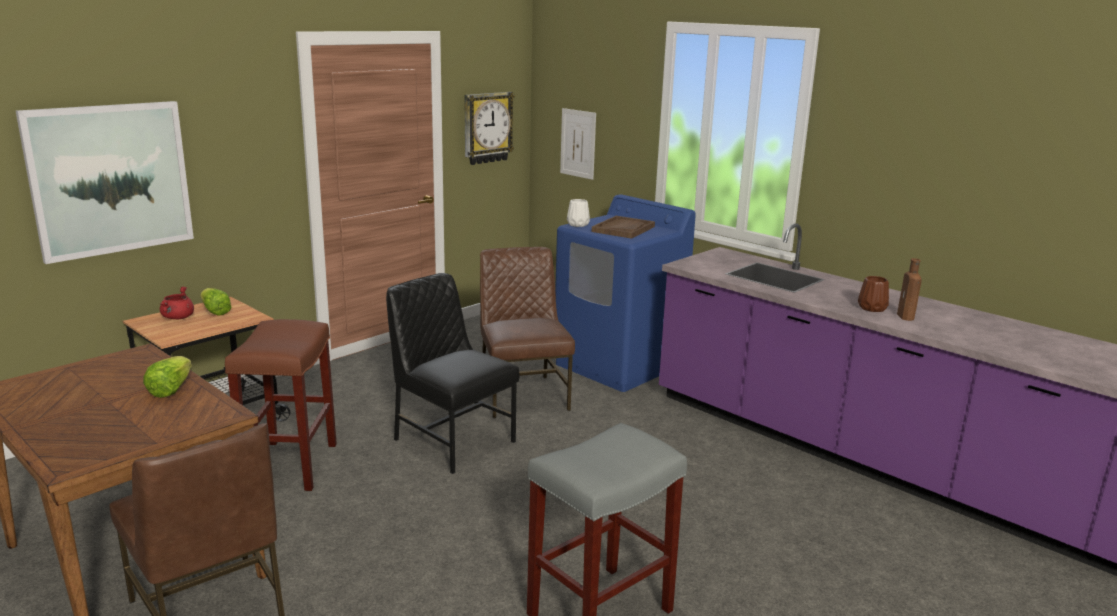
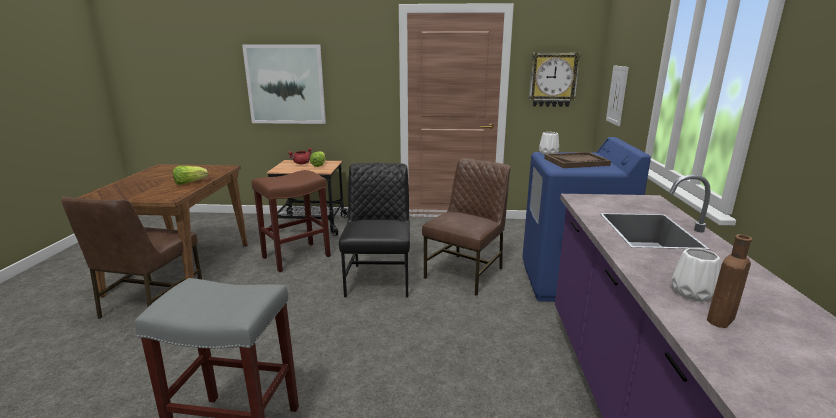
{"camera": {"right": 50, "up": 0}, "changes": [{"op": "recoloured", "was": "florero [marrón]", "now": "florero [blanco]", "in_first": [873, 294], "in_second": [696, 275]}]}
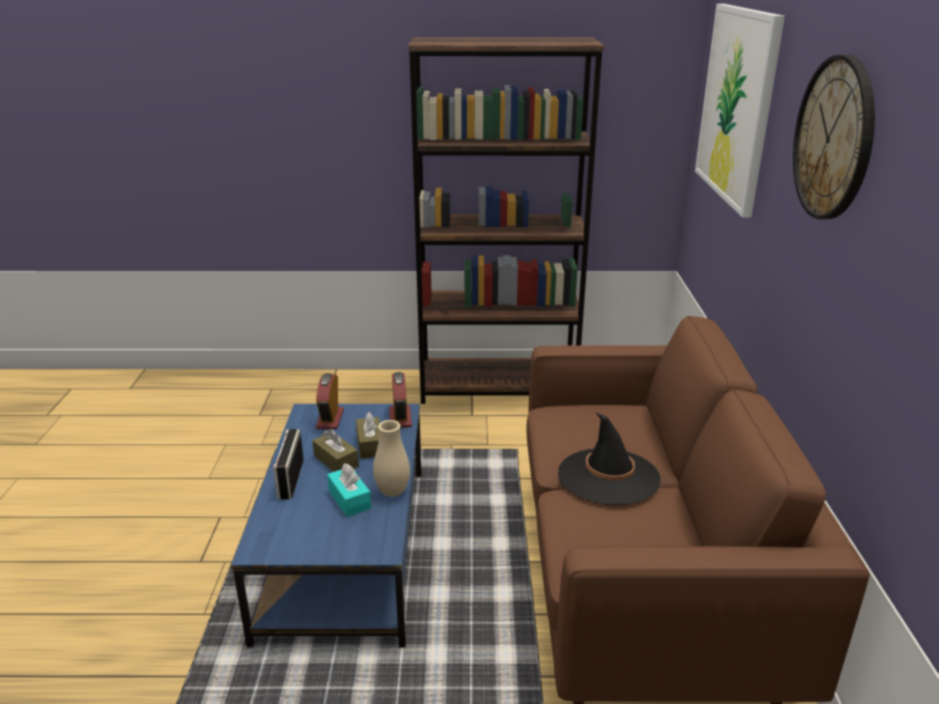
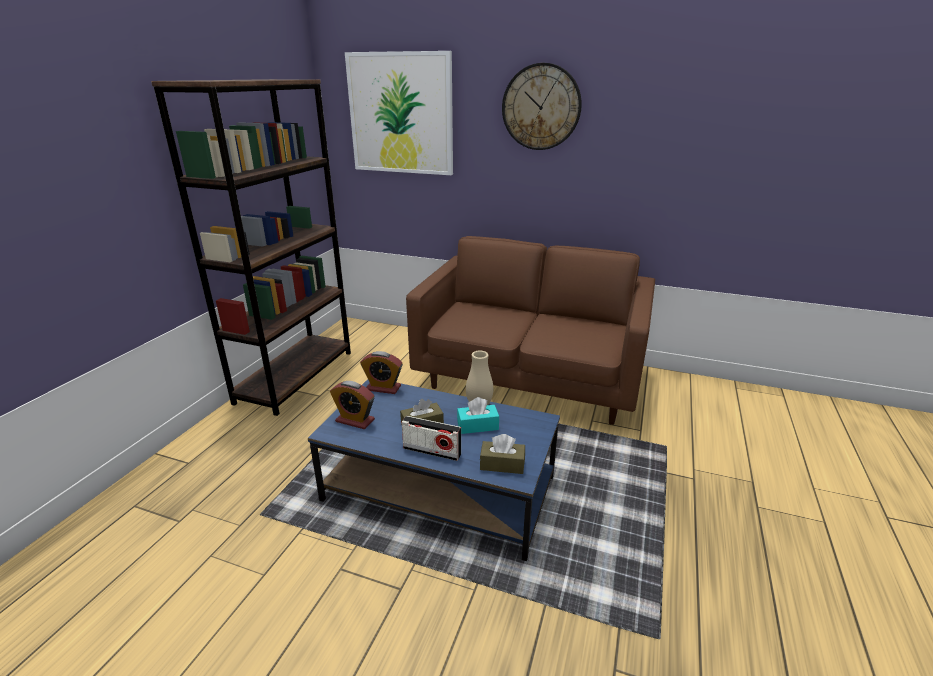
{"camera": {"right": -70, "up": 0}, "changes": [{"op": "moved", "was": "caja de pañuelos [marrón]", "in_first": [368, 435], "in_second": [502, 454]}, {"op": "removed", "was": "sombrero [negro]", "in_first": [609, 458]}]}
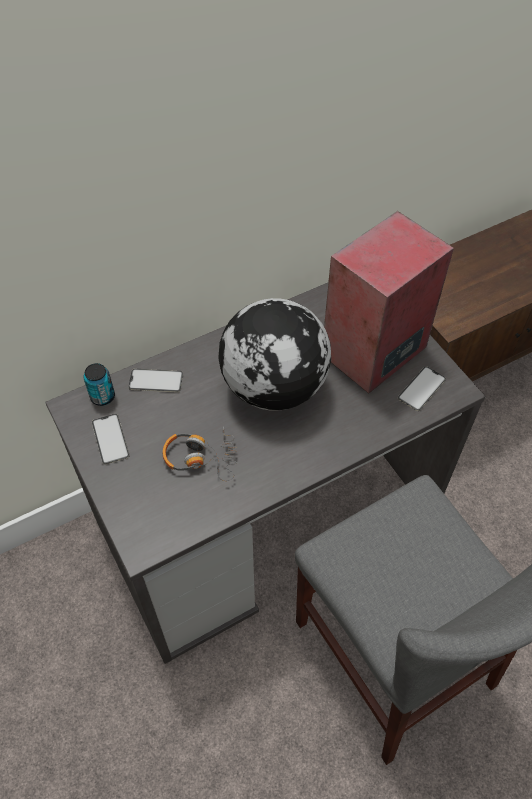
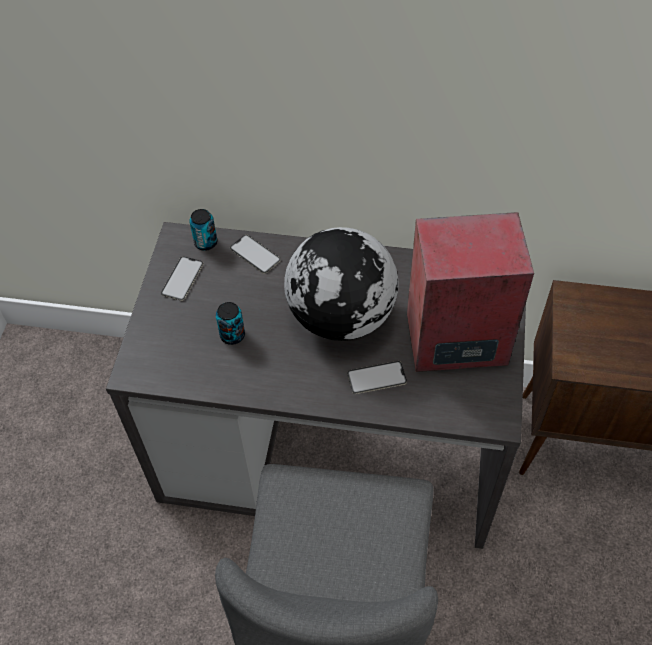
{"camera": {"right": 40, "up": 0}, "changes": [{"op": "replaced", "was": "auriculares", "now": "lata", "in_first": [200, 454], "in_second": [230, 323]}, {"op": "moved", "was": "móvil", "in_first": [422, 388], "in_second": [377, 377]}]}
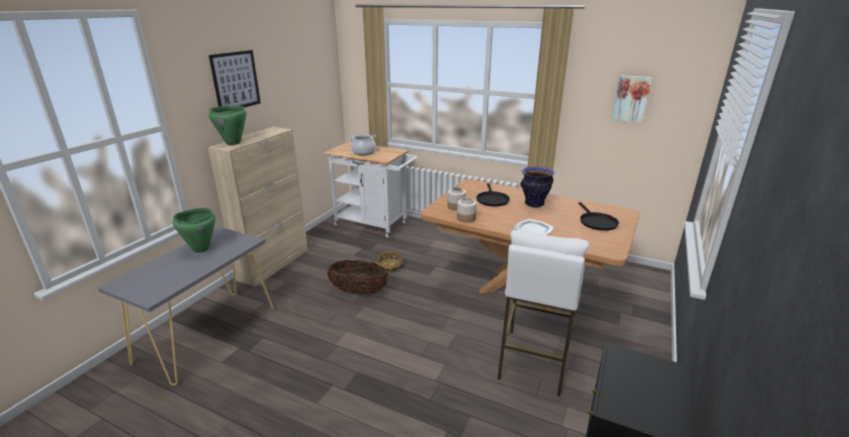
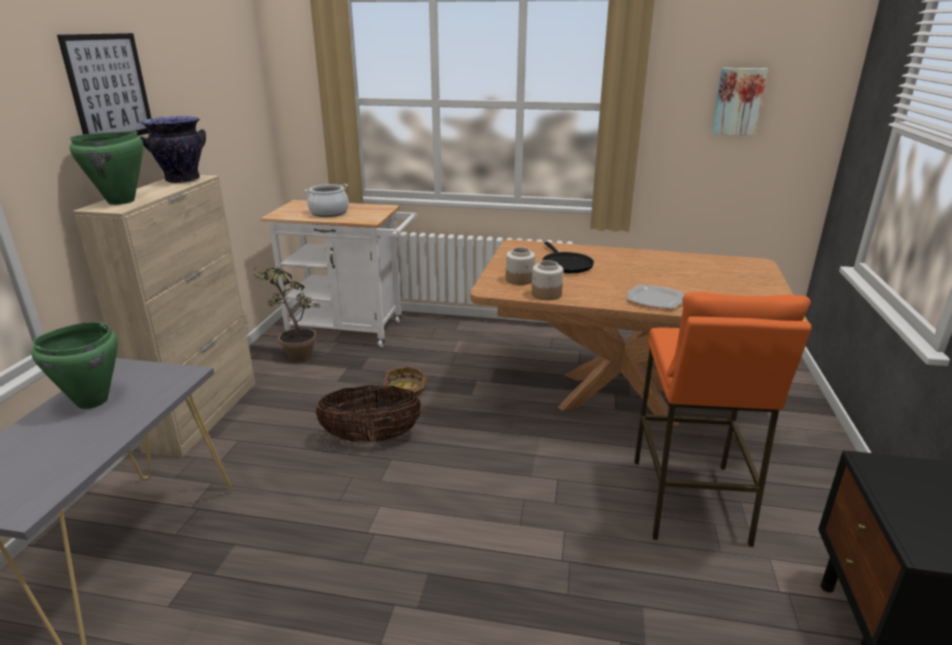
{"camera": {"right": -15, "up": 0}, "changes": [{"op": "recoloured", "was": "taburete [blanco]", "now": "taburete [naranja]", "in_first": [543, 313], "in_second": [722, 419]}, {"op": "moved", "was": "florero", "in_first": [537, 187], "in_second": [173, 149]}, {"op": "removed", "was": "sartén [negro]", "in_first": [598, 216]}, {"op": "added", "now": "planta en maceta", "in_second": [287, 313]}]}
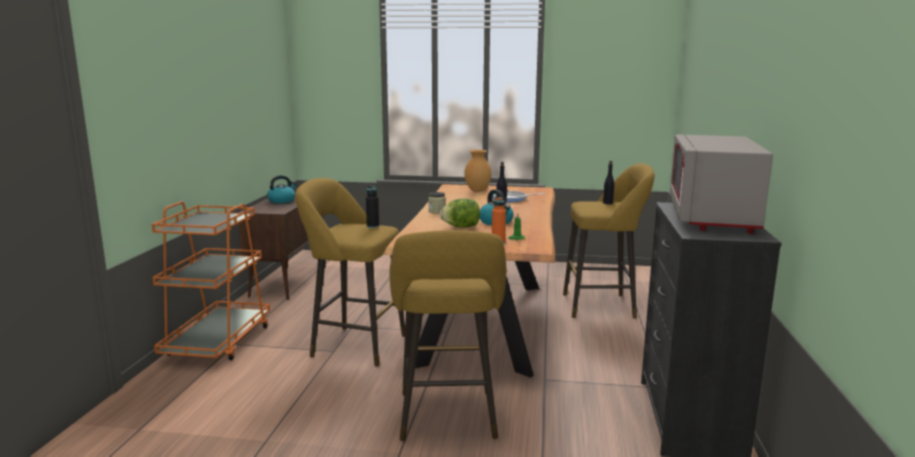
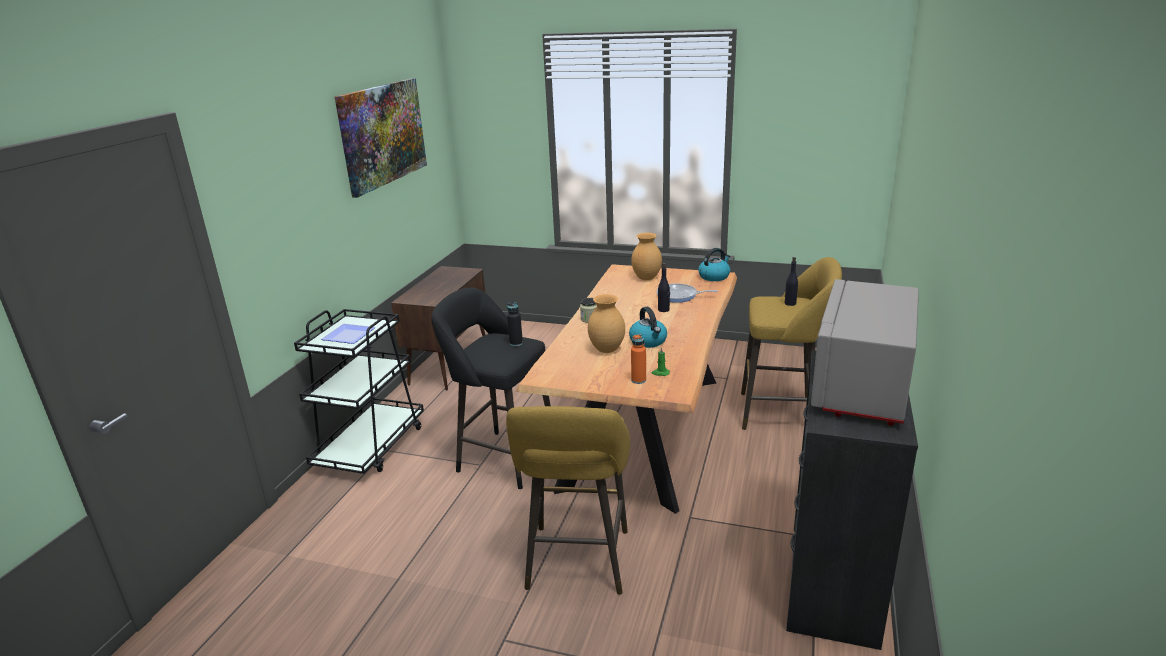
{"camera": {"right": 10, "up": 10}, "changes": [{"op": "recoloured", "was": "carrito [naranja]", "now": "carrito [negro]", "in_first": [211, 280], "in_second": [359, 391]}, {"op": "moved", "was": "hervidor", "in_first": [282, 189], "in_second": [714, 264]}, {"op": "recoloured", "was": "taburete [amarillo]", "now": "taburete [negro]", "in_first": [350, 272], "in_second": [491, 388]}, {"op": "replaced", "was": "lechuga", "now": "florero [marrón]", "in_first": [460, 213], "in_second": [606, 323]}, {"op": "added", "now": "plato", "in_second": [348, 334]}, {"op": "added", "now": "cuadro", "in_second": [381, 138]}]}
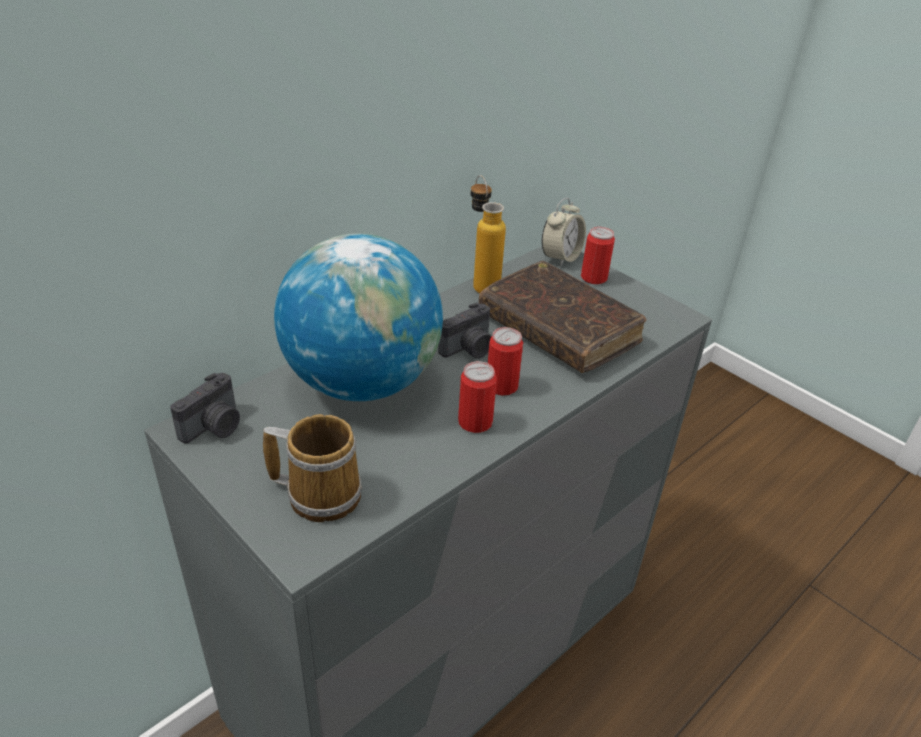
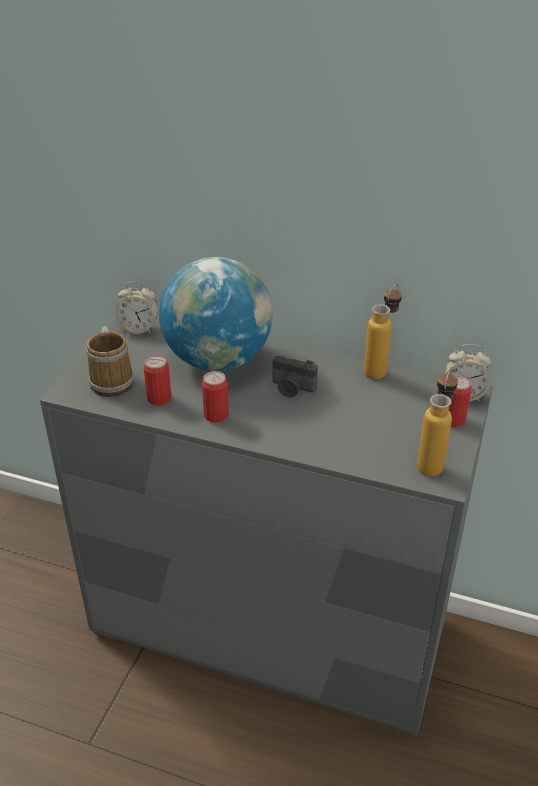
{"camera": {"right": 65, "up": 0}, "changes": [{"op": "replaced", "was": "cámara", "now": "despertador", "in_first": [205, 408], "in_second": [136, 307]}, {"op": "removed", "was": "libro [marrón]", "in_first": [563, 317]}, {"op": "moved", "was": "lata", "in_first": [505, 361], "in_second": [158, 380]}, {"op": "added", "now": "botella", "in_second": [437, 422]}]}
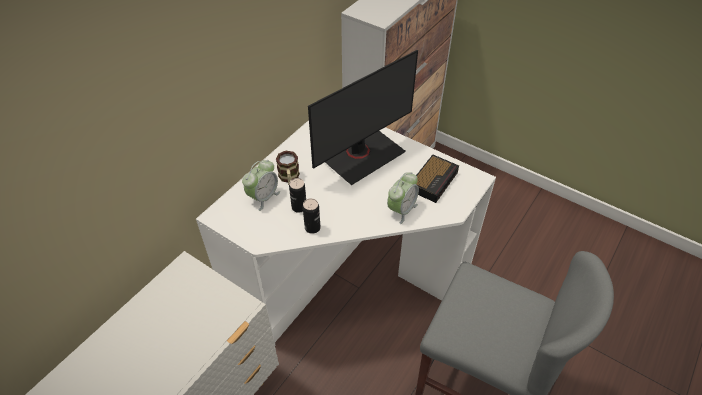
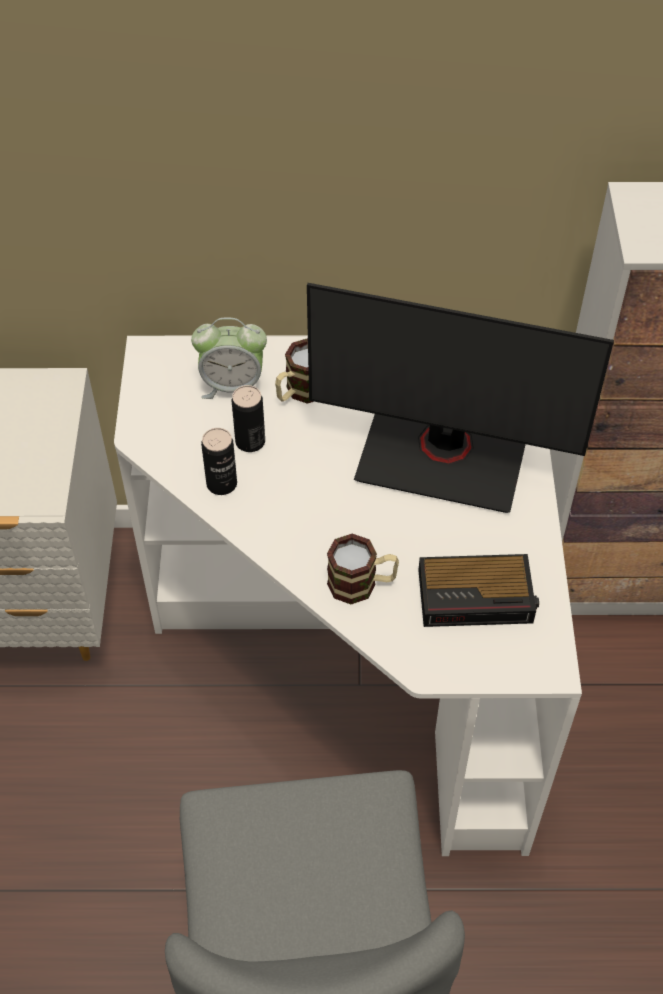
{"camera": {"right": 55, "up": 5}, "changes": [{"op": "replaced", "was": "despertador", "now": "taza grande", "in_first": [403, 198], "in_second": [363, 569]}]}
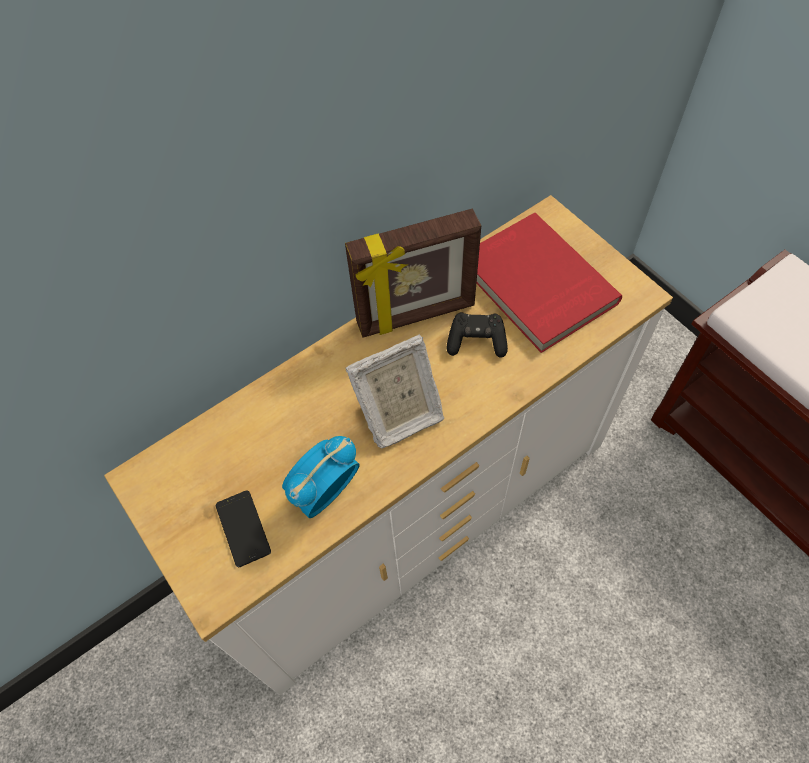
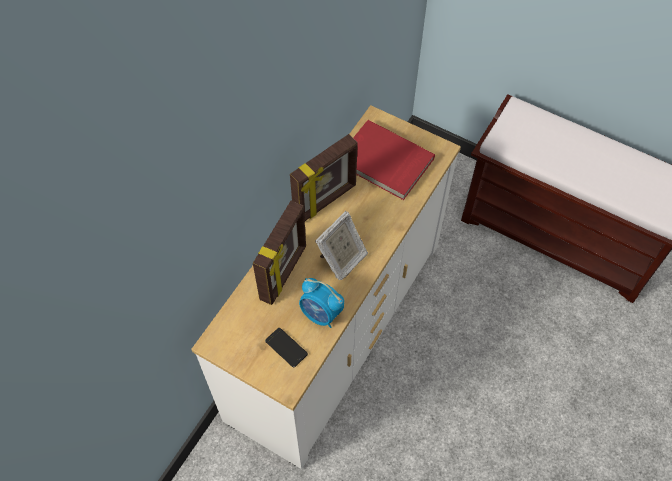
{"camera": {"right": -25, "up": 0}, "changes": [{"op": "turned", "was": "despertador", "in_first": [321, 477], "in_second": [321, 303], "clockwise": -75}, {"op": "removed", "was": "mando de consola [negro]", "in_first": [477, 335]}, {"op": "added", "now": "portarretratos", "in_second": [279, 253]}]}
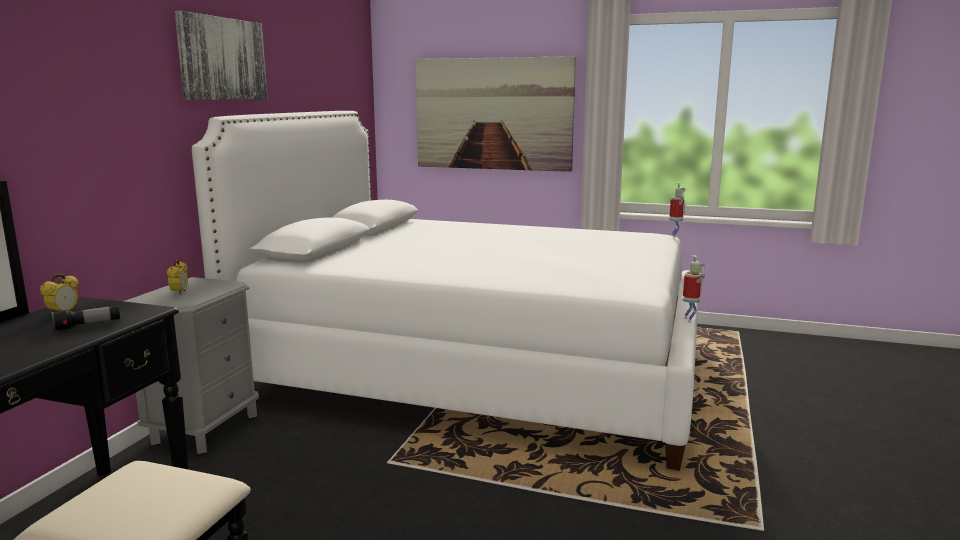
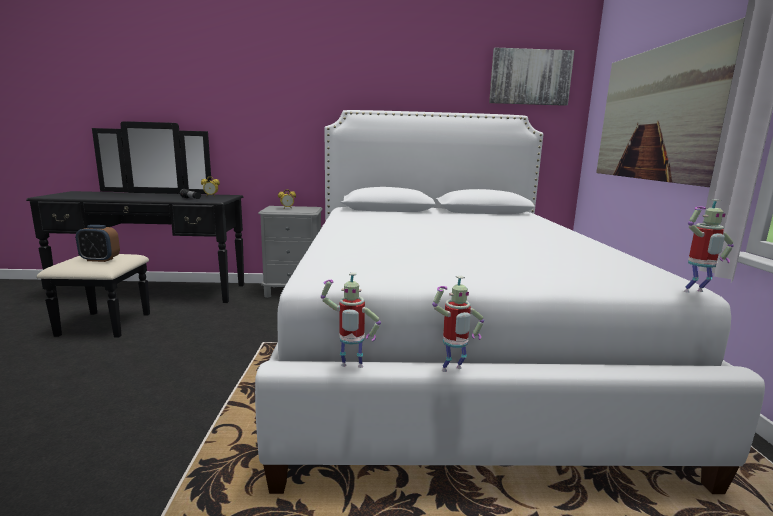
{"camera": {"right": 70, "up": 0}, "changes": [{"op": "moved", "was": "cuadro", "in_first": [221, 55], "in_second": [531, 77]}, {"op": "added", "now": "despertador", "in_second": [98, 243]}, {"op": "added", "now": "robot de juguete", "in_second": [351, 320]}]}
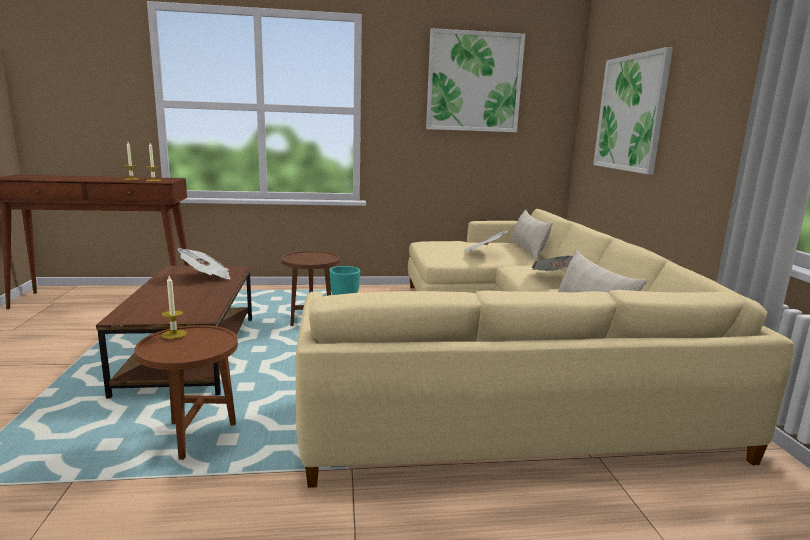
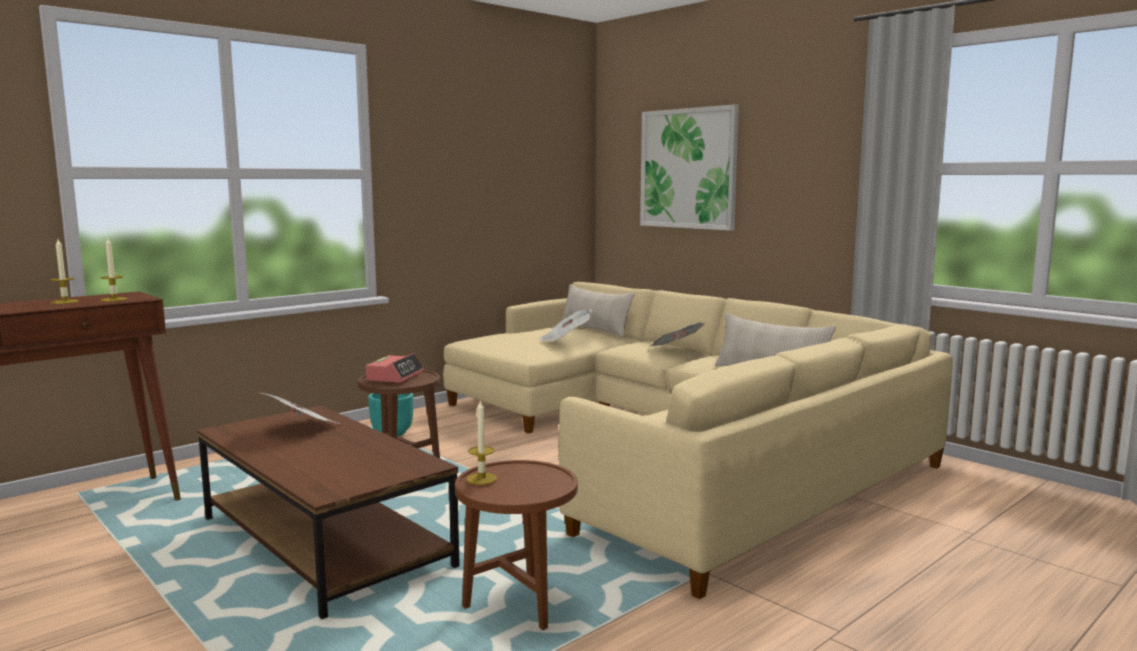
{"camera": {"right": -35, "up": -5}, "changes": [{"op": "removed", "was": "cuadro", "in_first": [475, 80]}, {"op": "added", "now": "despertador", "in_second": [395, 368]}]}
